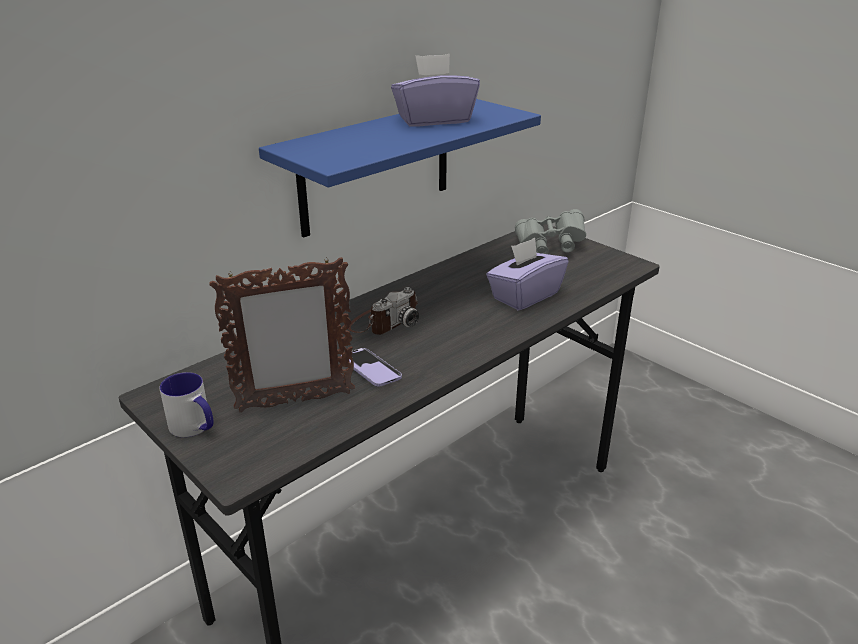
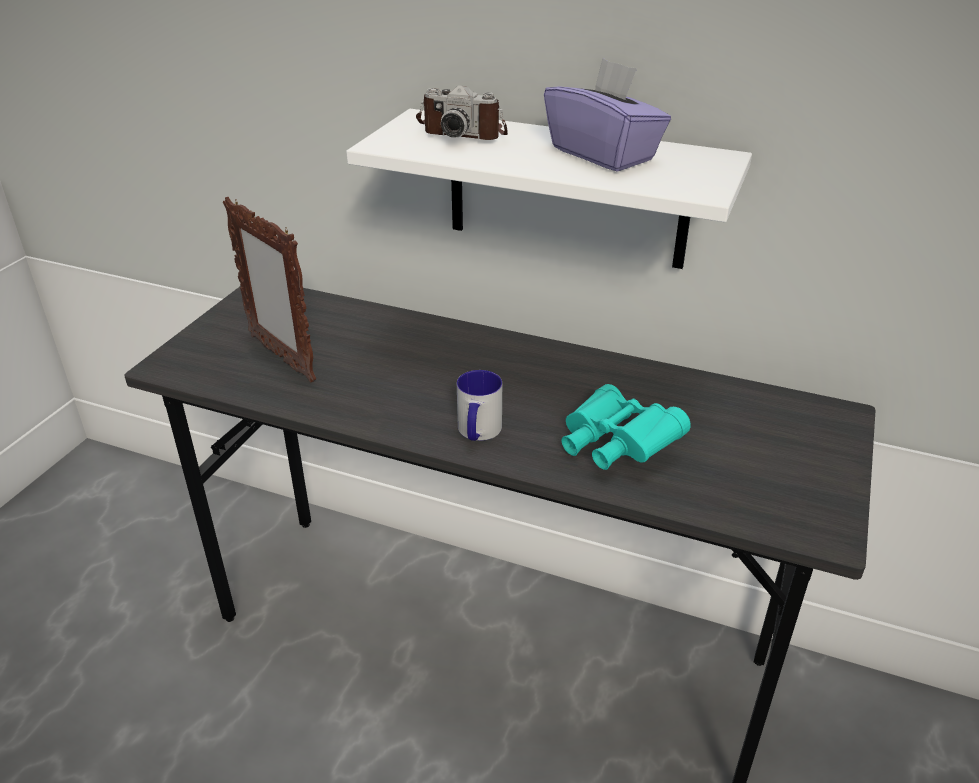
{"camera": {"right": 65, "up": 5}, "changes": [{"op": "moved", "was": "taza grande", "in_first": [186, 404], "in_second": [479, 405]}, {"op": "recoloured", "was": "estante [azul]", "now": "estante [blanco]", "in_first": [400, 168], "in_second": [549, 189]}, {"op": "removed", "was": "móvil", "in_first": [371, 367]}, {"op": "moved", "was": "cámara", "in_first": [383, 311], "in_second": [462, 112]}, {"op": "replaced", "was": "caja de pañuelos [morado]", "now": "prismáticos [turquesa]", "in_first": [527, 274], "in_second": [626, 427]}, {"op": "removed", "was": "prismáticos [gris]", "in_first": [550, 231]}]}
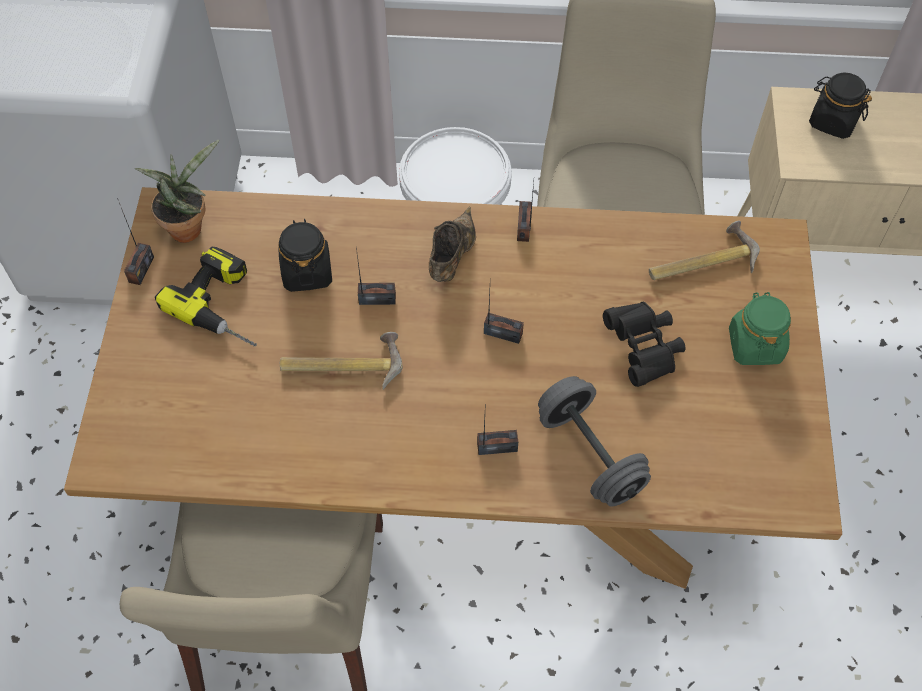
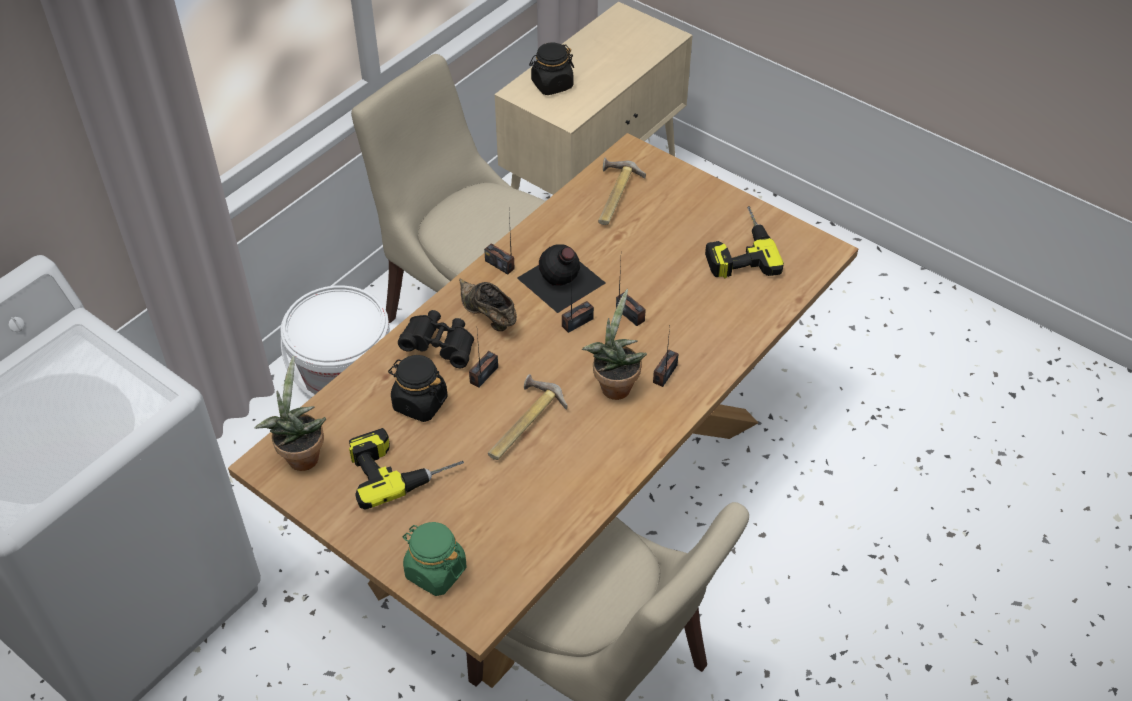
{"camera": {"right": -55, "up": -10}, "changes": [{"op": "moved", "was": "radio", "in_first": [135, 241], "in_second": [631, 294]}, {"op": "removed", "was": "mancuerna [gris]", "in_first": [594, 441]}, {"op": "moved", "was": "prismáticos [negro]", "in_first": [644, 344], "in_second": [436, 339]}, {"op": "moved", "was": "tarro [verde]", "in_first": [760, 328], "in_second": [434, 559]}, {"op": "added", "now": "botella [negro]", "in_second": [561, 278]}, {"op": "added", "now": "planta en maceta", "in_second": [614, 344]}, {"op": "added", "now": "taladro", "in_second": [744, 242]}]}
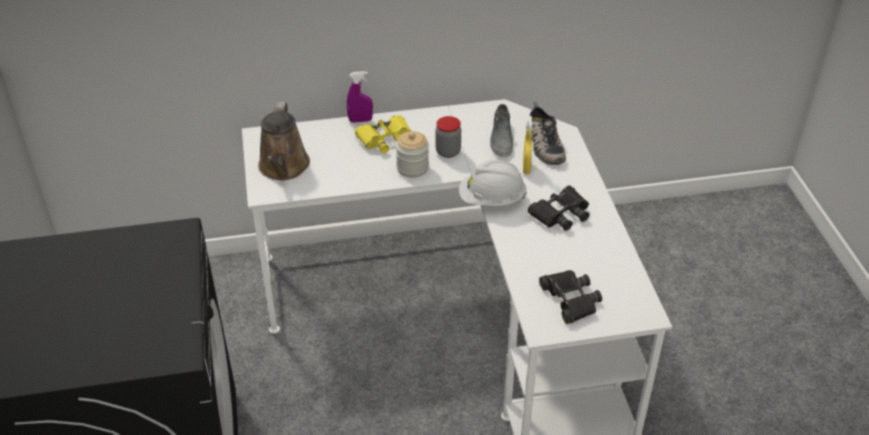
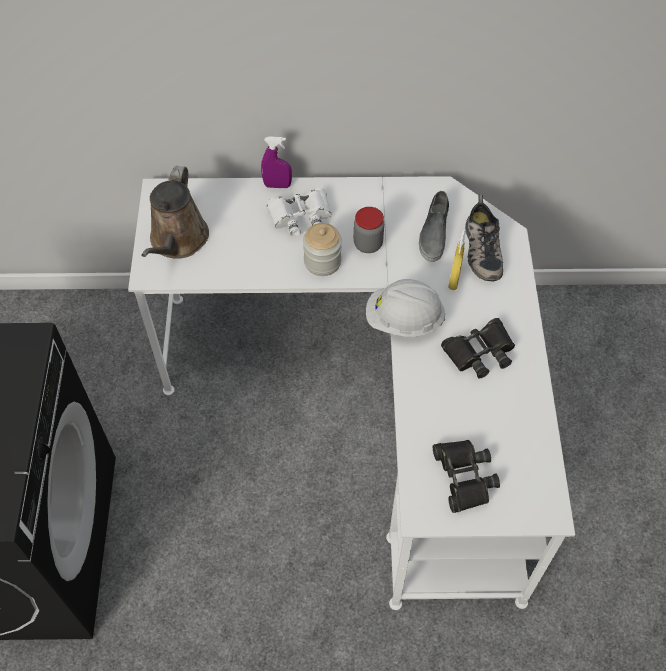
{"camera": {"right": 10, "up": 15}, "changes": [{"op": "recoloured", "was": "prismáticos [amarillo]", "now": "prismáticos [blanco]", "in_first": [383, 134], "in_second": [298, 212]}]}
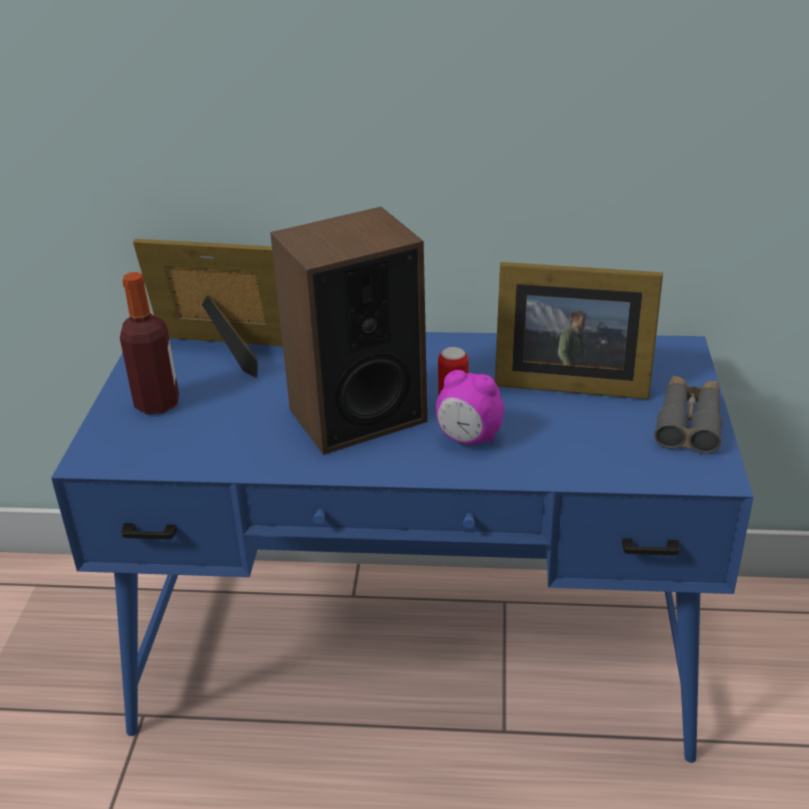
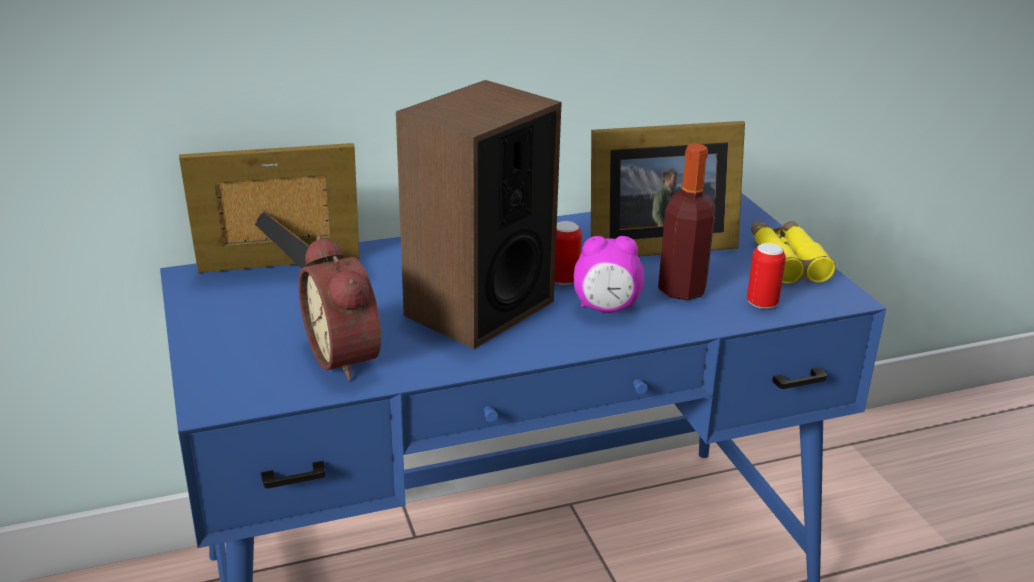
{"camera": {"right": -25, "up": -5}, "changes": [{"op": "moved", "was": "botella", "in_first": [149, 343], "in_second": [687, 222]}, {"op": "recoloured", "was": "prismáticos [gris]", "now": "prismáticos [amarillo]", "in_first": [688, 415], "in_second": [793, 252]}, {"op": "added", "now": "despertador", "in_second": [340, 308]}, {"op": "added", "now": "lata", "in_second": [766, 276]}]}
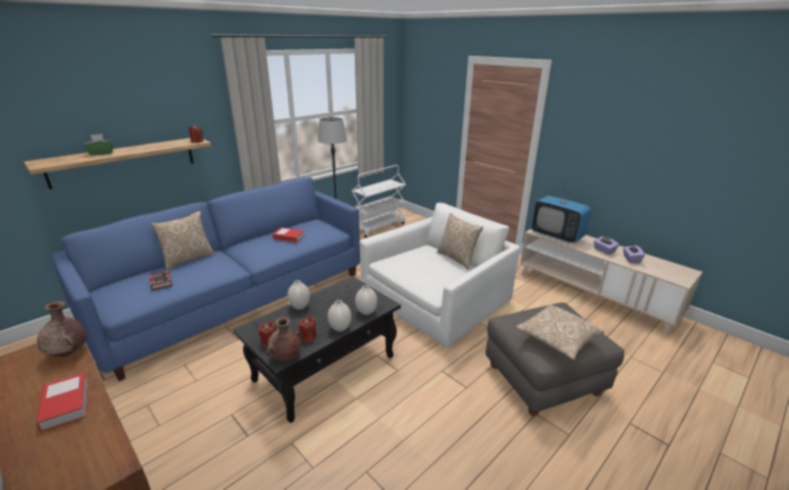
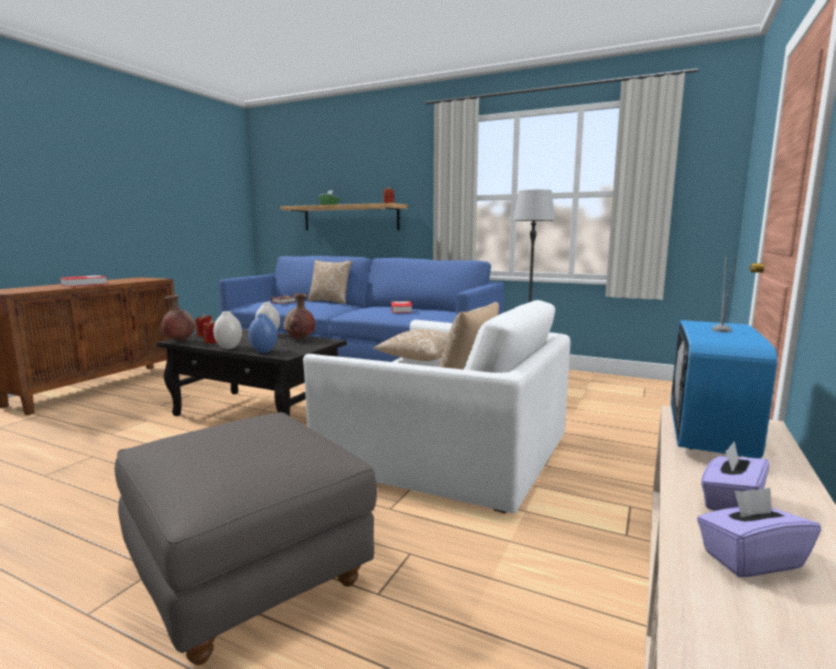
{"camera": {"right": 70, "up": -15}, "changes": [{"op": "moved", "was": "florero [marrón]", "in_first": [61, 329], "in_second": [299, 316]}, {"op": "removed", "was": "carrito [blanco]", "in_first": [379, 201]}, {"op": "recoloured", "was": "florero [blanco]", "now": "florero [azul]", "in_first": [366, 300], "in_second": [262, 333]}, {"op": "moved", "was": "cojín", "in_first": [560, 332], "in_second": [411, 345]}]}
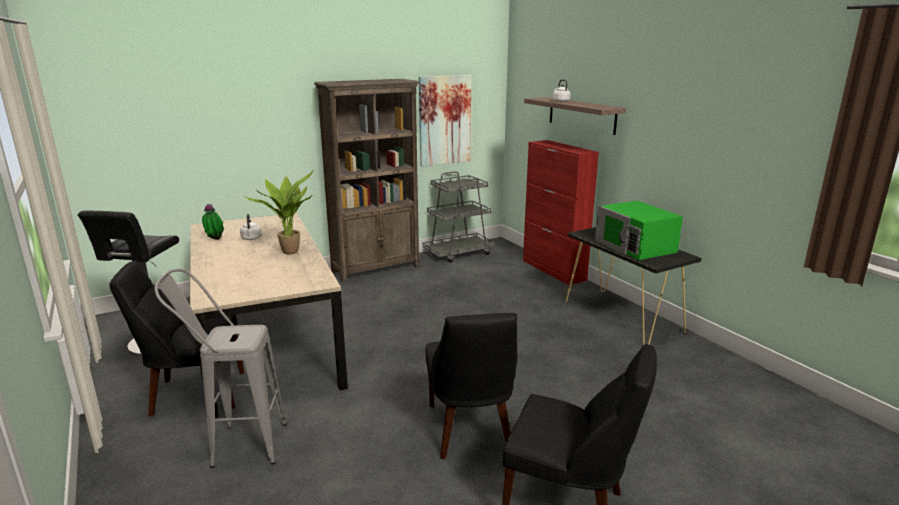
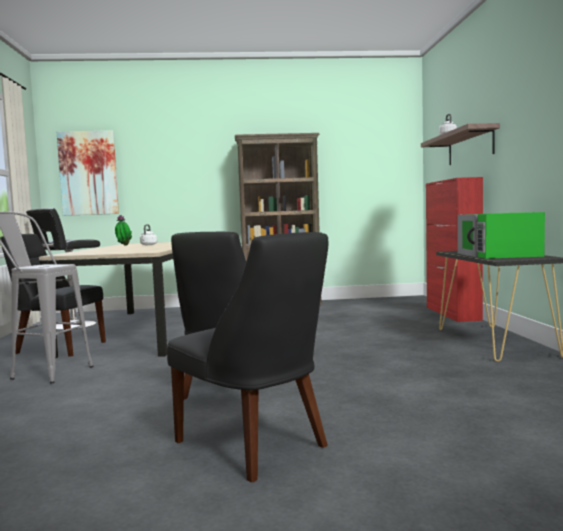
{"camera": {"right": 25, "up": -15}, "changes": [{"op": "removed", "was": "planta en maceta", "in_first": [280, 212]}, {"op": "moved", "was": "cuadro", "in_first": [445, 121], "in_second": [88, 173]}, {"op": "removed", "was": "carrito [gris]", "in_first": [458, 217]}]}
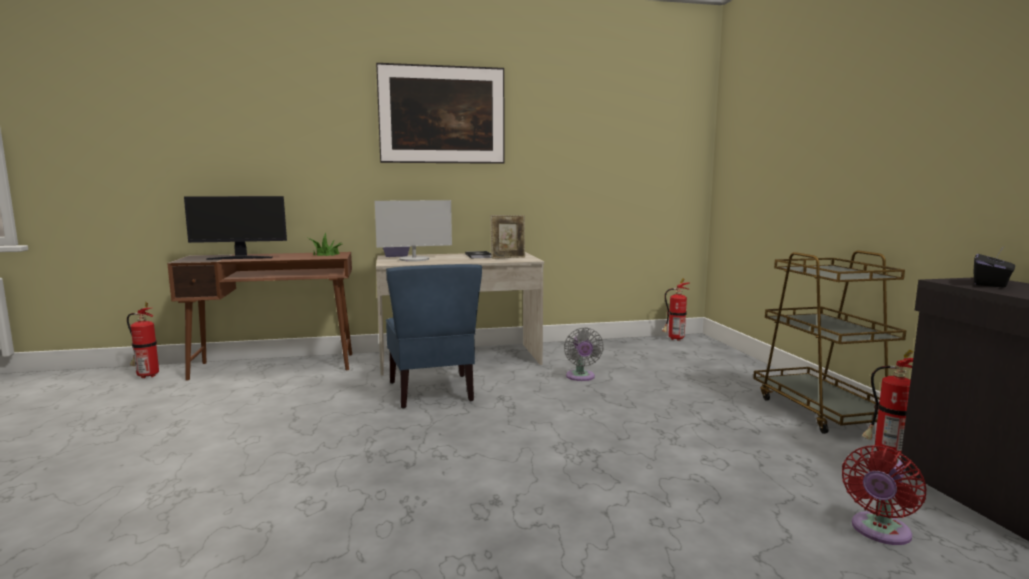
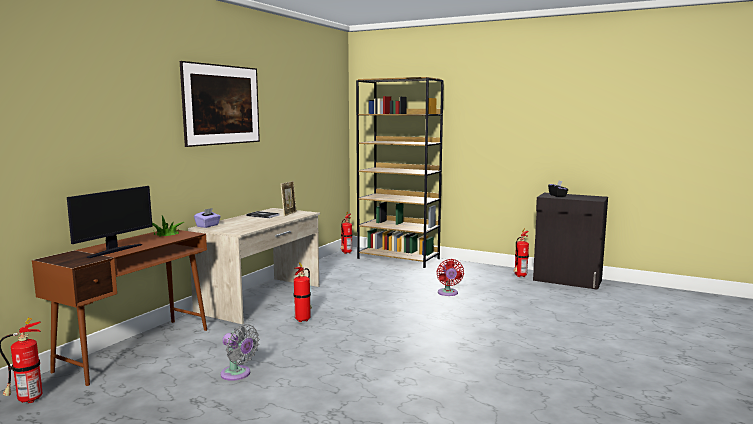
{"camera": {"right": -50, "up": 0}, "changes": [{"op": "removed", "was": "monitor", "in_first": [413, 231]}, {"op": "replaced", "was": "silla [azul]", "now": "extintor", "in_first": [434, 336], "in_second": [302, 292]}, {"op": "moved", "was": "ventilador [gris]", "in_first": [584, 354], "in_second": [240, 352]}, {"op": "removed", "was": "carrito [marrón]", "in_first": [830, 342]}, {"op": "moved", "was": "ventilador [rojo]", "in_first": [884, 495], "in_second": [450, 277]}, {"op": "added", "now": "estantería [marrón]", "in_second": [400, 172]}]}
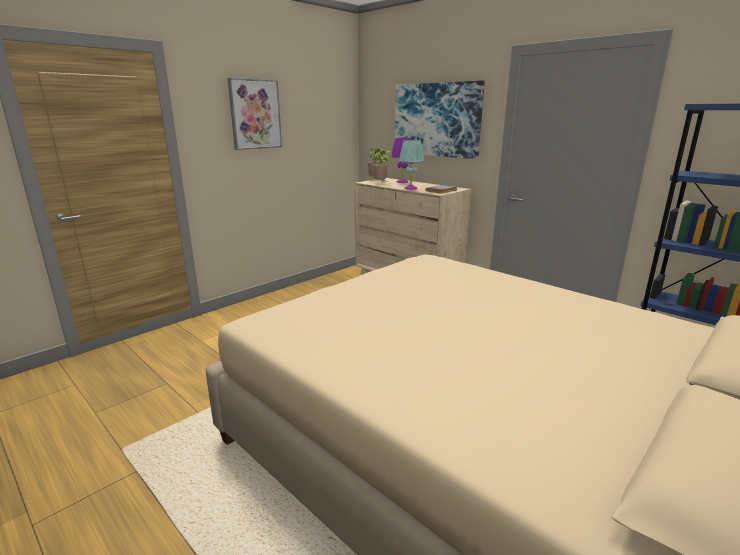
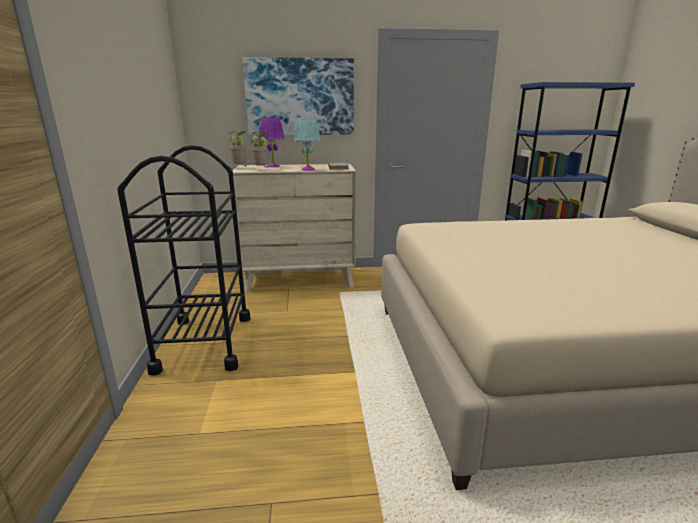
{"camera": {"right": -50, "up": 0}, "changes": [{"op": "removed", "was": "cuadro", "in_first": [255, 114]}, {"op": "added", "now": "carrito [negro]", "in_second": [184, 260]}]}
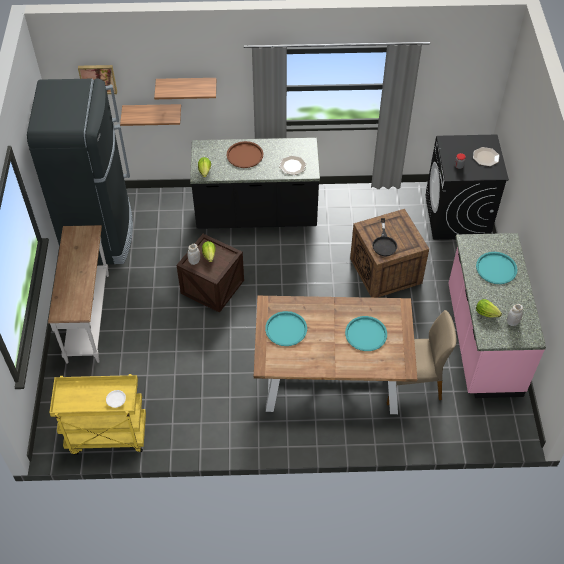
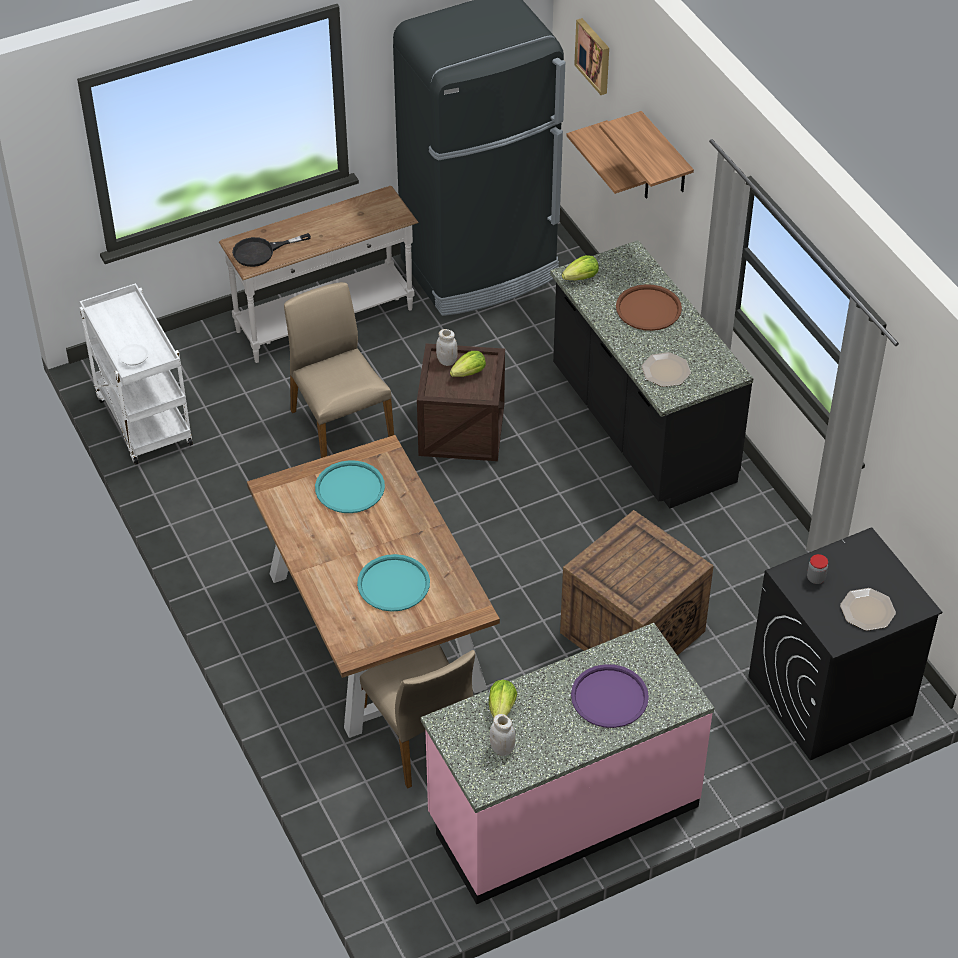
{"camera": {"right": 65, "up": -5}, "changes": [{"op": "recoloured", "was": "carrito [amarillo]", "now": "carrito [blanco]", "in_first": [97, 414], "in_second": [136, 374]}, {"op": "moved", "was": "sartén [negro]", "in_first": [384, 237], "in_second": [271, 250]}, {"op": "recoloured", "was": "bandeja [turquesa]", "now": "bandeja [morado]", "in_first": [497, 268], "in_second": [610, 696]}, {"op": "added", "now": "silla [beis]", "in_second": [339, 370]}]}
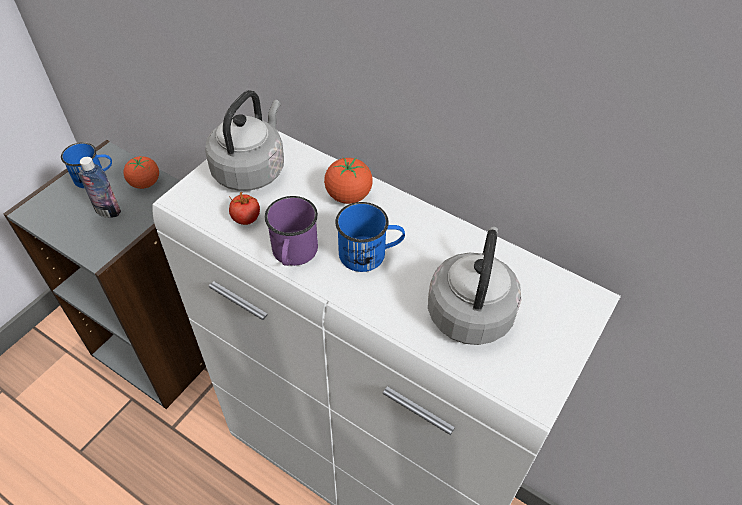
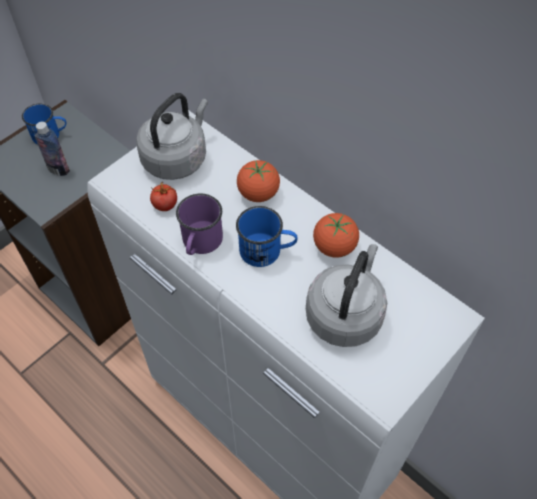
{"camera": {"right": 10, "up": 5}, "changes": [{"op": "moved", "was": "tomate", "in_first": [141, 172], "in_second": [336, 235]}]}
